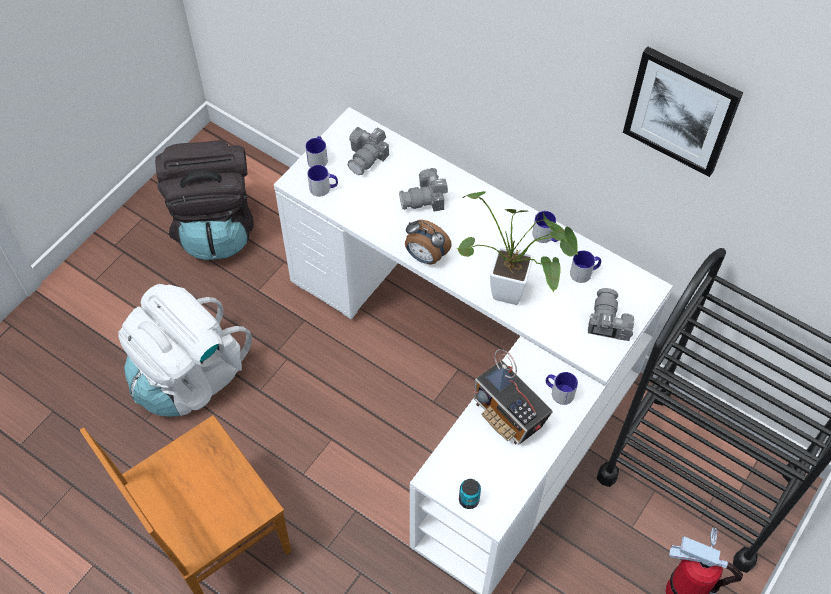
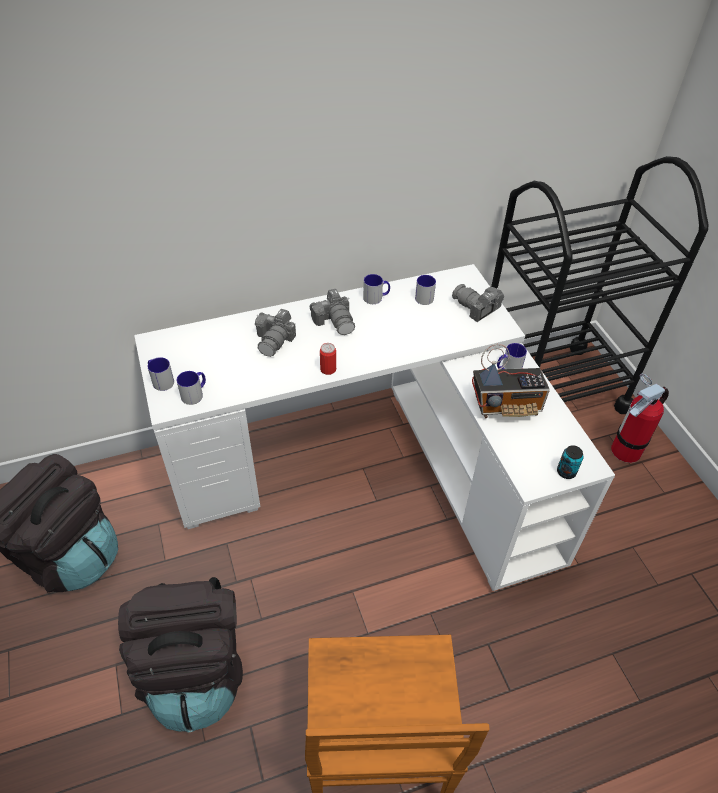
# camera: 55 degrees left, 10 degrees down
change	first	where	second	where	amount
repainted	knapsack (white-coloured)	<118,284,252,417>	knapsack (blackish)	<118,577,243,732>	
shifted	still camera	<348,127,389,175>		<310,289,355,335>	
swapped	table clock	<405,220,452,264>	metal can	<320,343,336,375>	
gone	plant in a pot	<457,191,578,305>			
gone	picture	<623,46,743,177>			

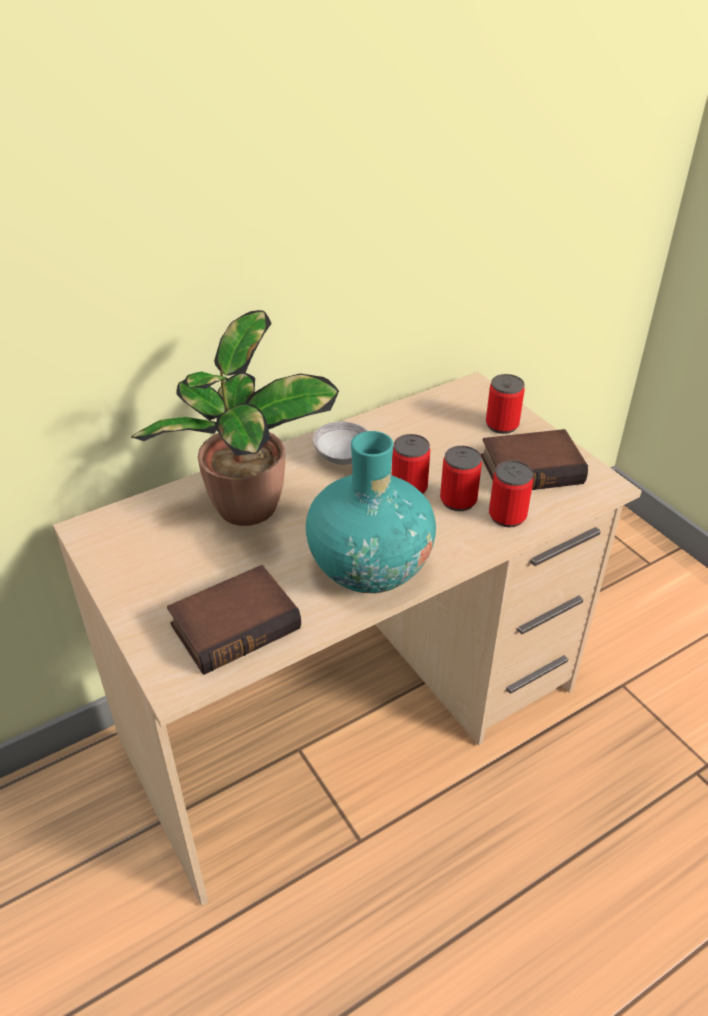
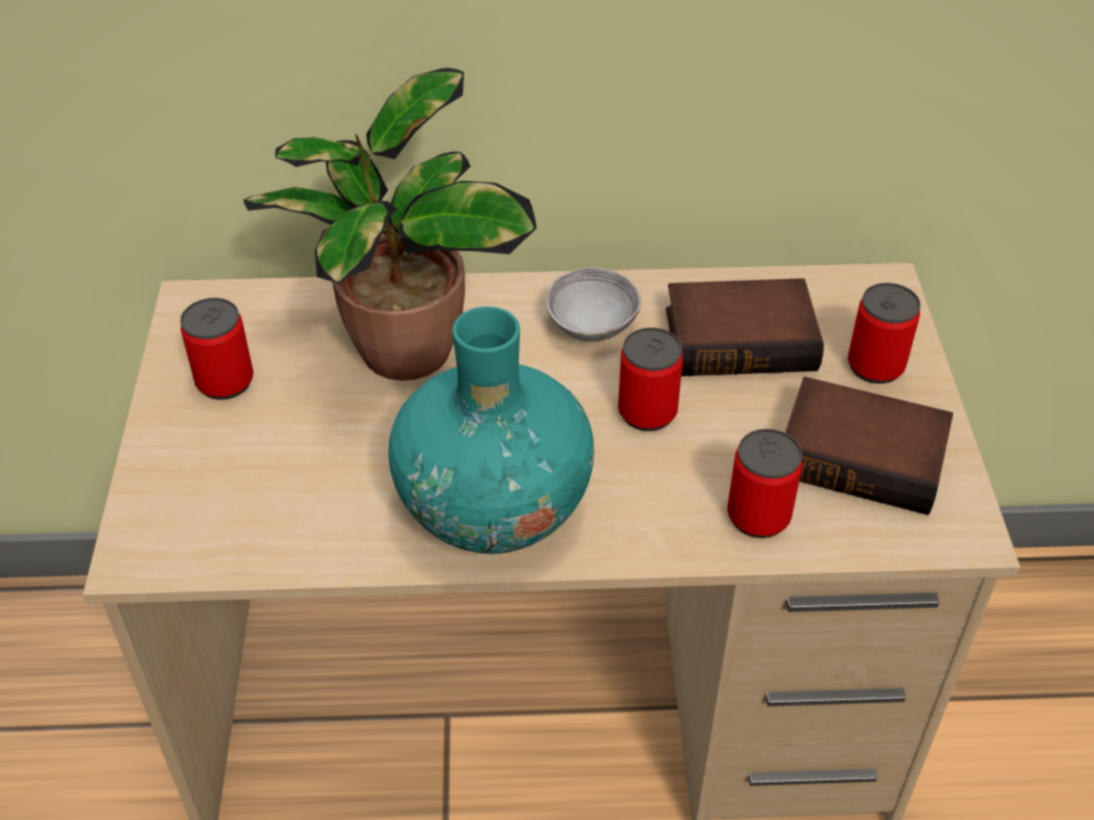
# camera: 30 degrees right, 5 degrees up
change	first	where	second	where	amount
shifted	volume	<167,565,301,675>		<666,278,824,376>	
shifted	metal can	<440,446,482,511>		<180,298,253,400>	

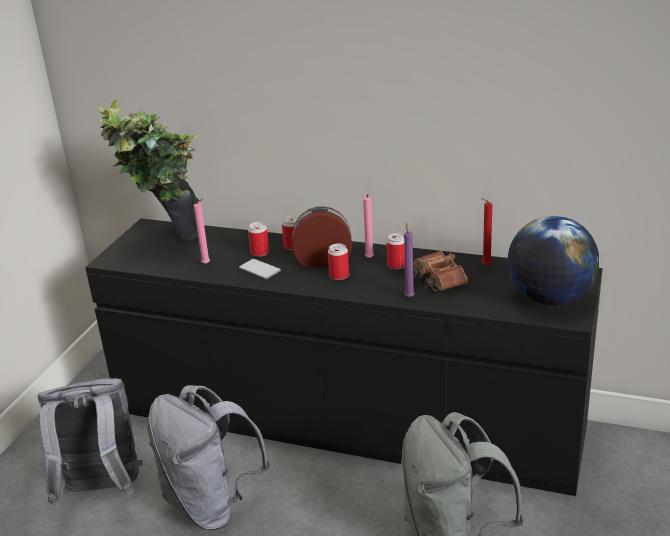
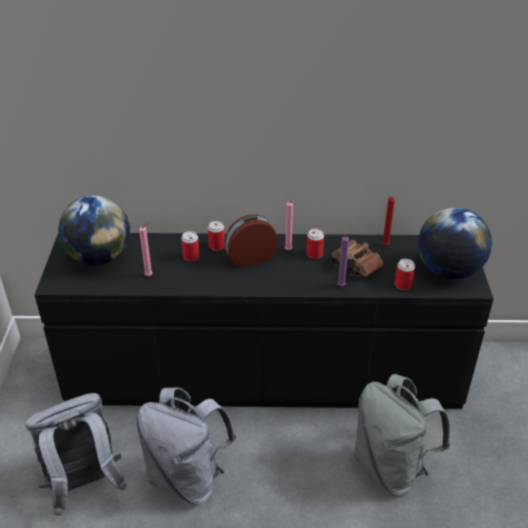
# camera: 20 degrees left, 10 degrees up
change	first	where	second	where	amount
swapped	plant in a pot	<97,99,199,241>	desk globe	<58,195,130,265>	
gone	telephone	<239,259,281,279>			
shifted	metal can	<328,243,349,280>		<395,259,415,290>	

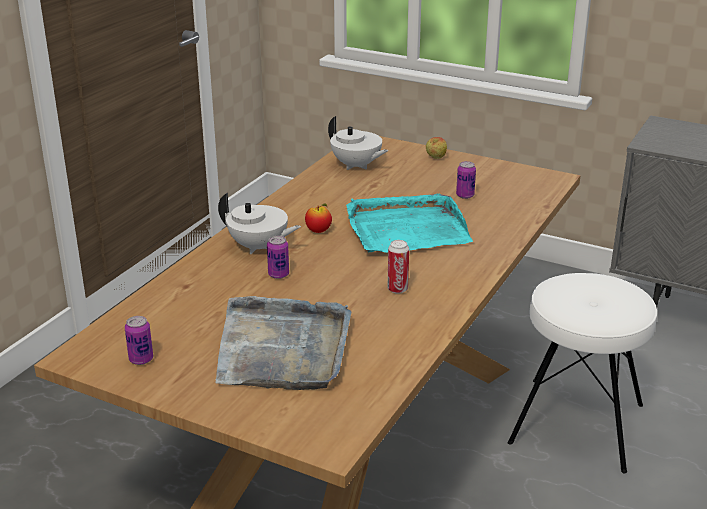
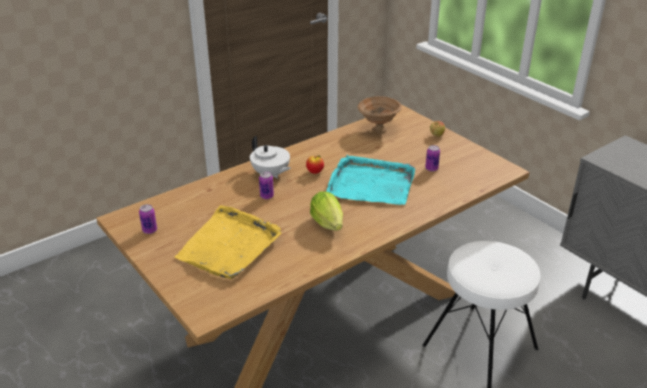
# camera: 25 degrees right, 5 degrees up
change	first	where	second	where	amount
repainted	serving tray (greyish)	<215,296,351,390>	serving tray (yellow)	<174,205,282,279>	
swapped	tea pot (white-coloured)	<328,116,389,170>	serving bowl (brown-coloured)	<358,96,402,133>	
swapped	metal can	<388,240,409,294>	lettuce	<310,192,343,231>	

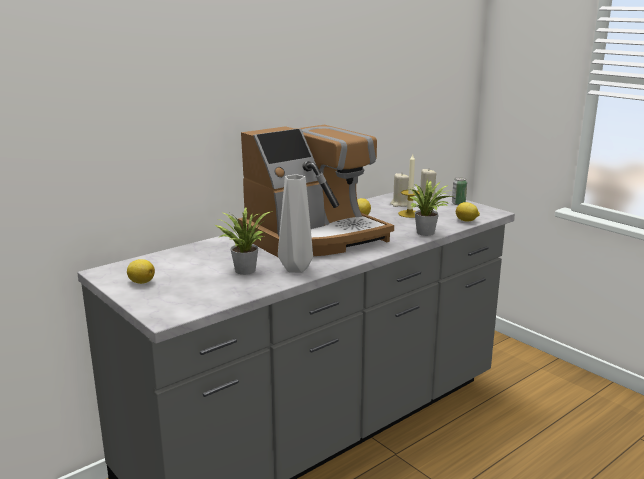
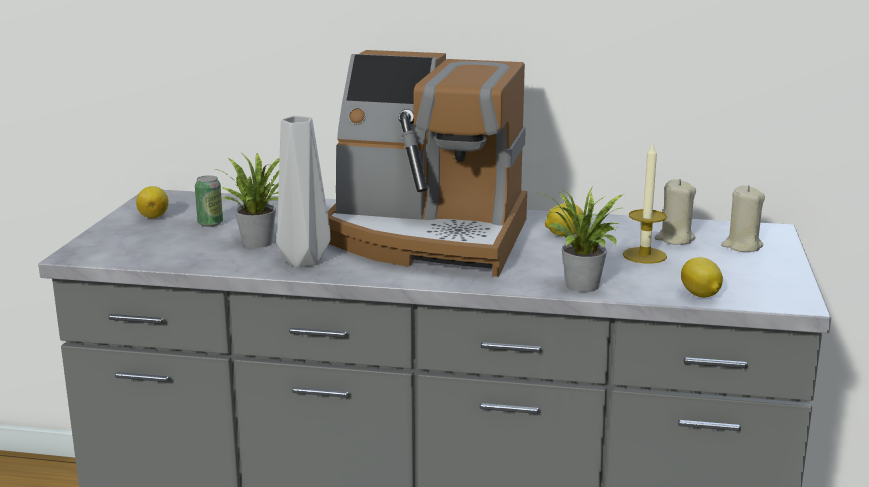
# camera: 50 degrees right, 0 degrees up
change	first	where	second	where	amount
shifted	metal can	<452,177,467,205>		<195,175,223,227>	

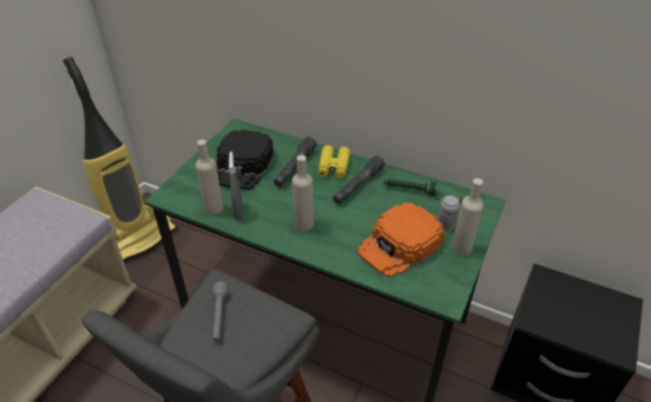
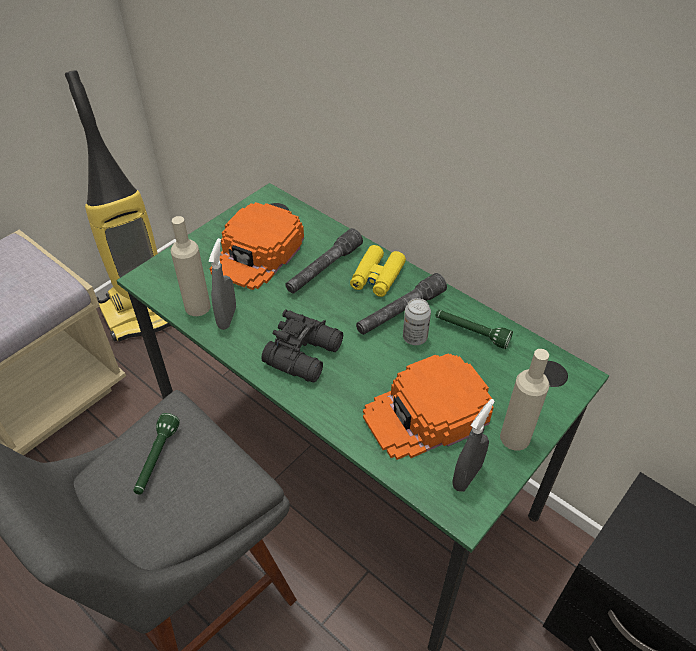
# camera: 15 degrees right, 5 degrees up
change	first	where	second	where	amount
repainted	torch (greyish)	<212,282,228,341>	torch (green-coloured)	<134,413,180,495>	
repainted	cap (blackish)	<216,130,274,190>	cap (orange-coloured)	<210,202,304,290>	
swapped	bottle (sand-coloured)	<292,155,314,231>	binoculars (blackish)	<262,309,343,382>	
shifted	metal can	<438,195,460,230>		<403,298,431,345>	
new			sprayer (greyish)	<452,399,495,492>	

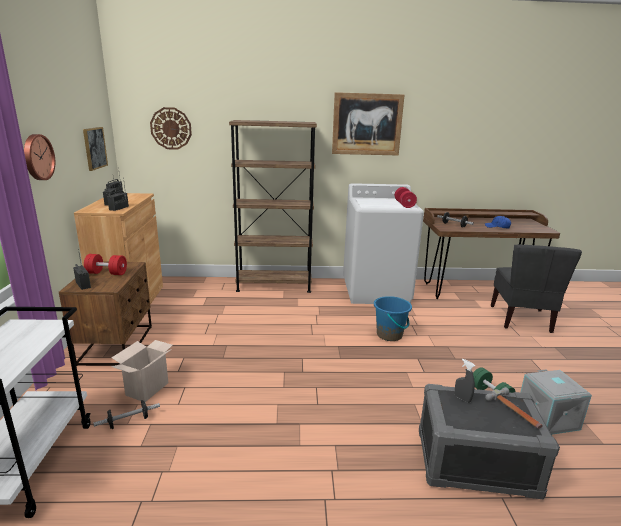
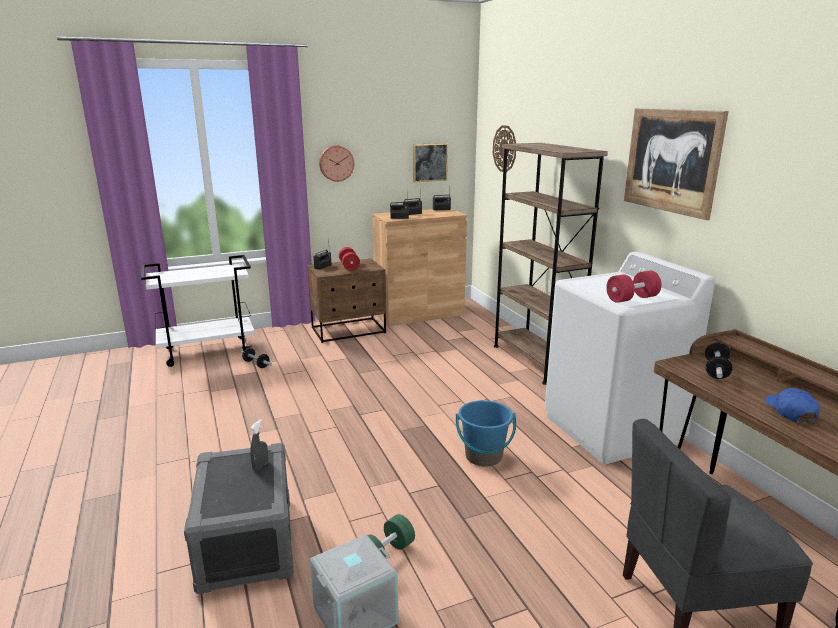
# camera: 70 degrees right, 0 degrees up
change	first	where	second	where	amount
gone	carton	<111,340,173,402>			
gone	hand hammer	<485,387,543,429>			

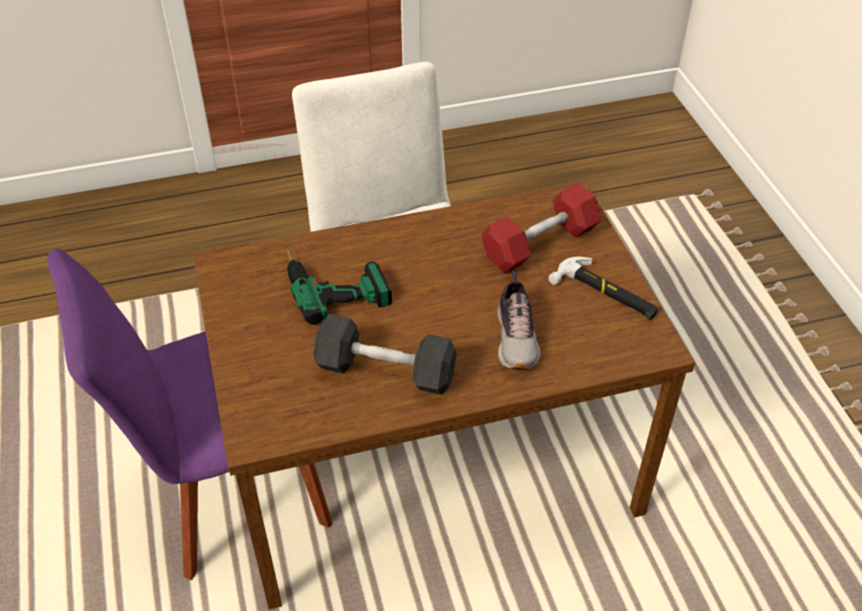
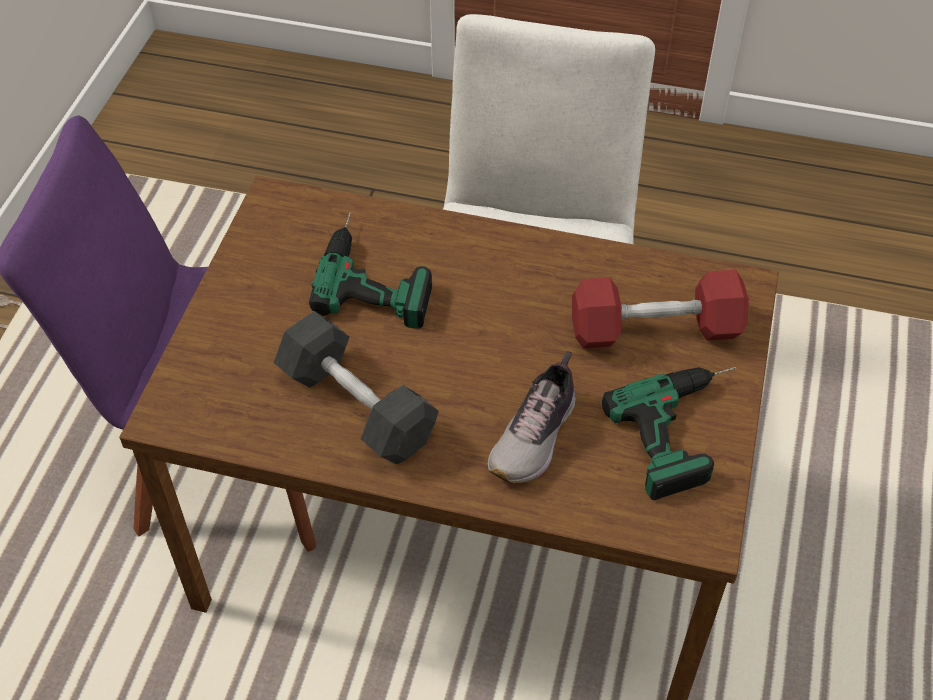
# camera: 30 degrees right, 5 degrees up
change	first	where	second	where	amount
swapped	hand hammer	<548,257,658,320>	drill	<602,367,737,501>	

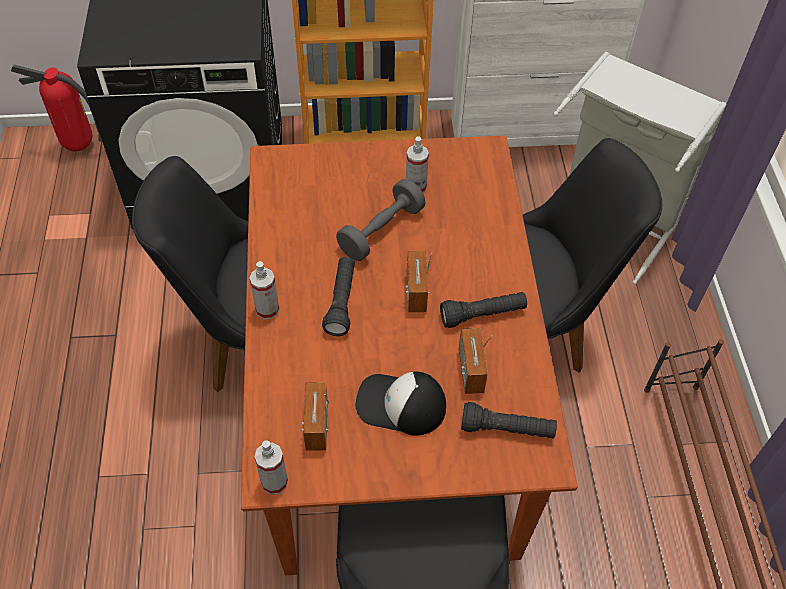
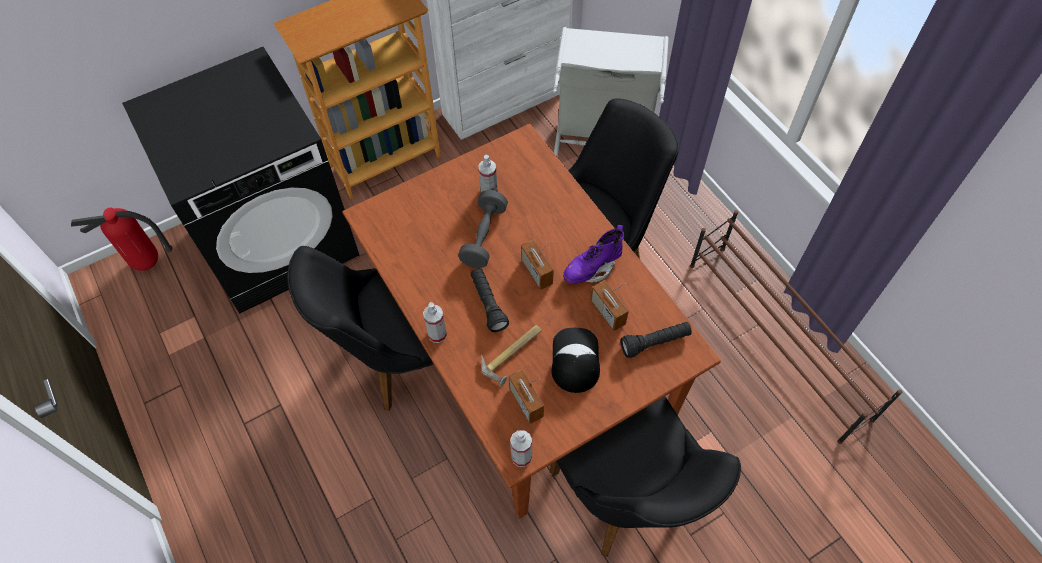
# camera: 25 degrees left, 5 degrees up
change	first	where	second	where	amount
rotated	cap	<356,372,446,436>		<551,328,600,393>	105 degrees clockwise
swapped	torch (blackish)	<440,292,527,328>	tall boot (purplish)	<563,225,624,284>	
new			hand hammer	<481,325,542,387>	

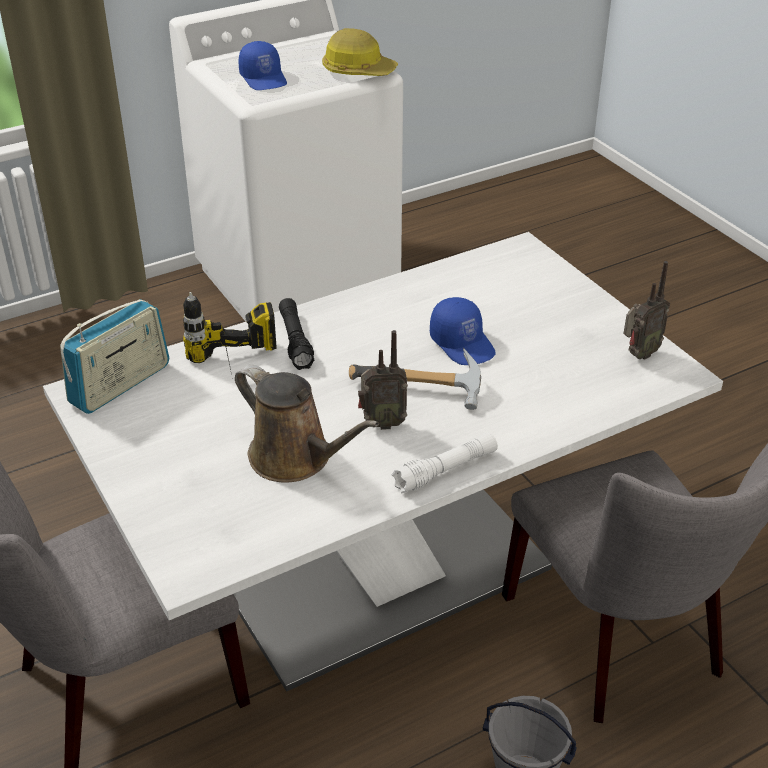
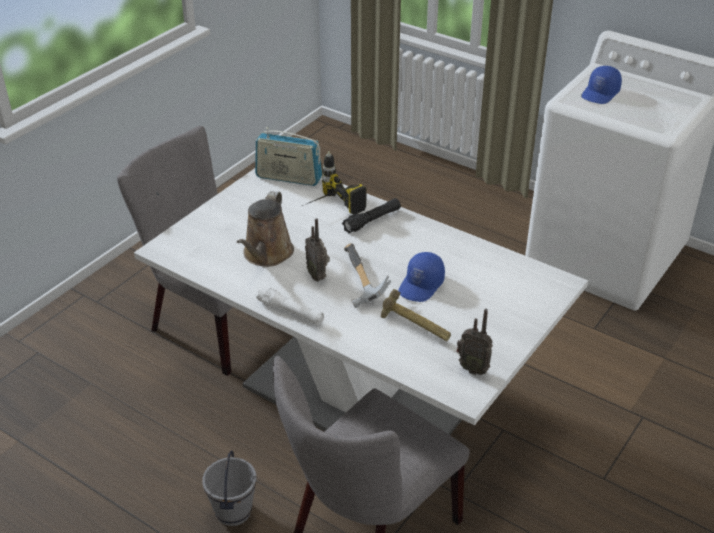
# camera: 65 degrees right, 0 degrees up
change	first	where	second	where	amount
gone	work helmet	<322,28,398,76>			
new			hand hammer	<381,289,451,341>	

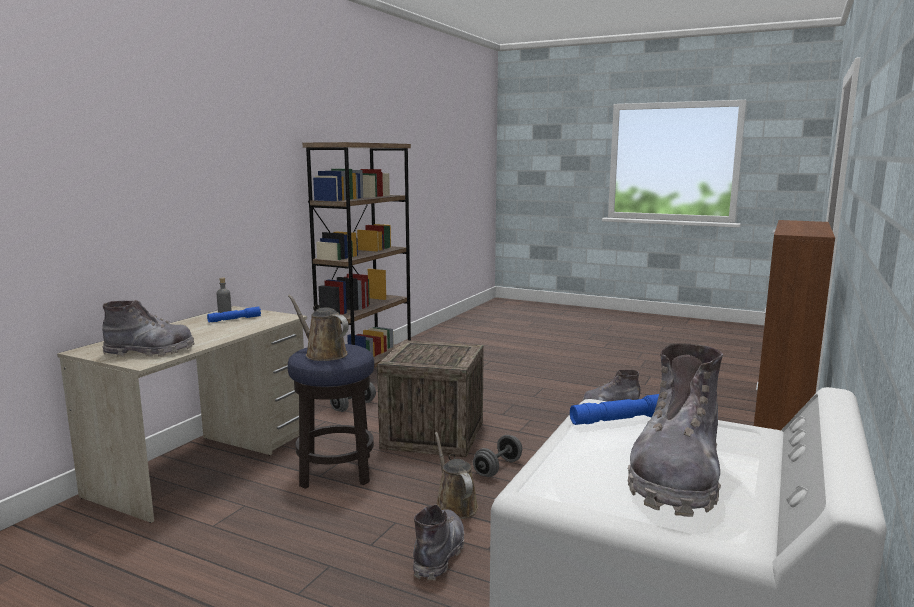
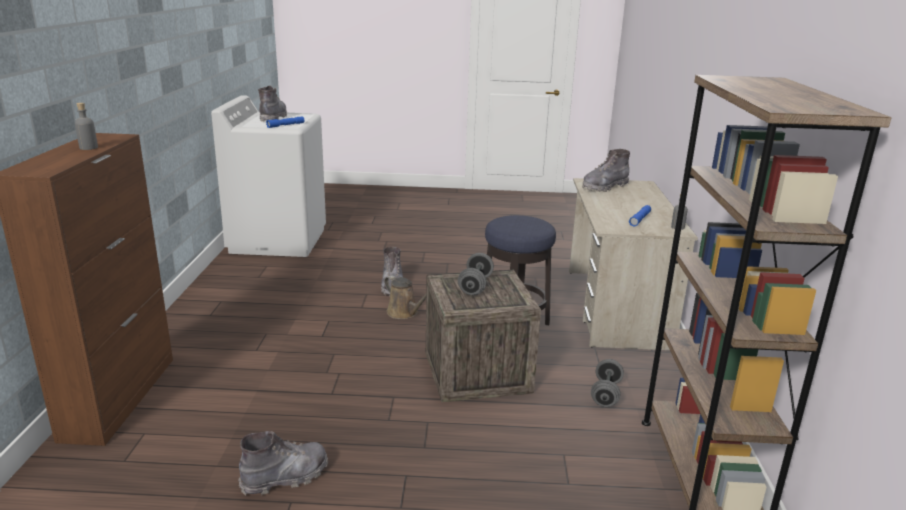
# camera: 155 degrees right, 10 degrees up
change	first	where	second	where	amount
gone	watering pot (brown-coloured)	<288,295,349,361>			
shifted	dumbbell (greyish)	<473,435,522,477>		<458,253,494,295>	
new			bottle (greyish)	<75,103,98,150>	

